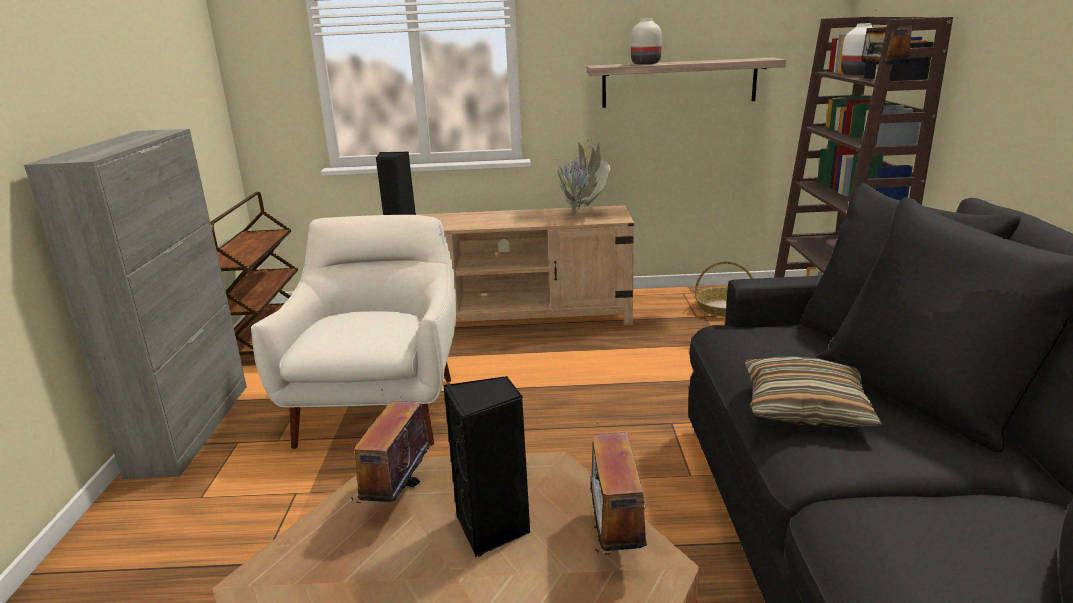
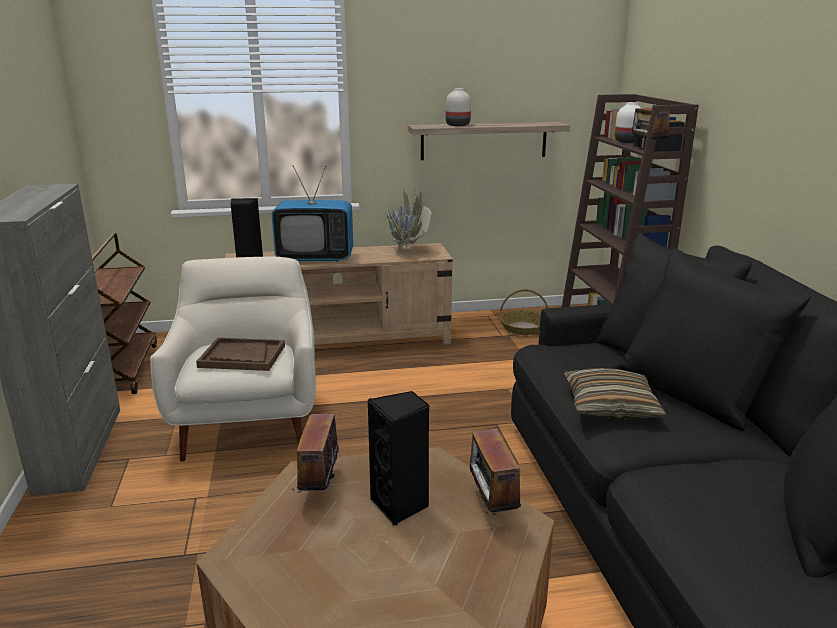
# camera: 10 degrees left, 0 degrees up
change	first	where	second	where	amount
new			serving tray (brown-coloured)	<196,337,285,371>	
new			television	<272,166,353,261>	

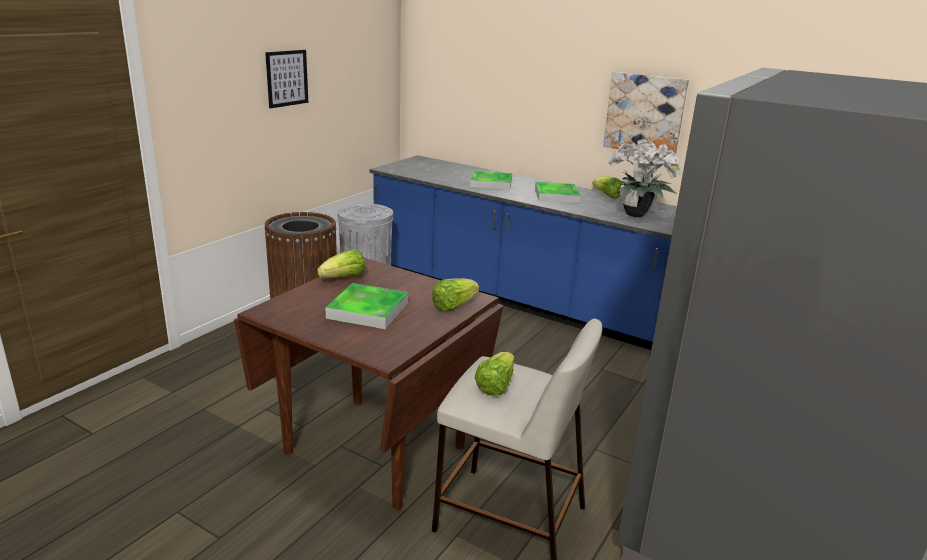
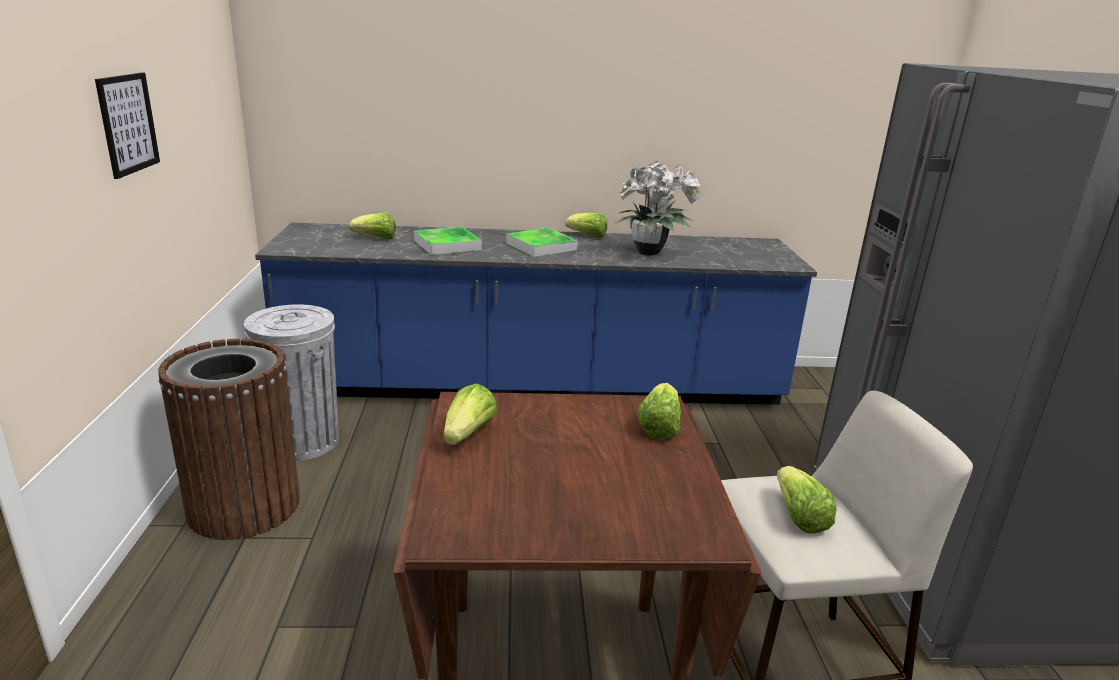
# camera: 35 degrees left, 0 degrees up
change	first	where	second	where	amount
gone	serving tray	<325,283,408,329>			
gone	picture	<603,72,689,154>			
new			lettuce	<349,213,396,239>	

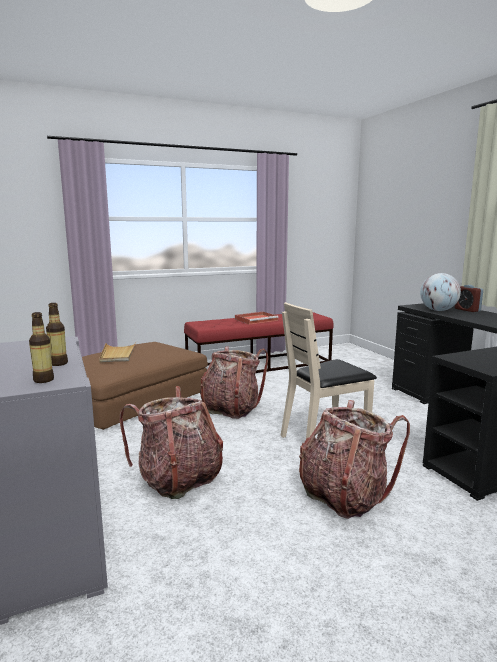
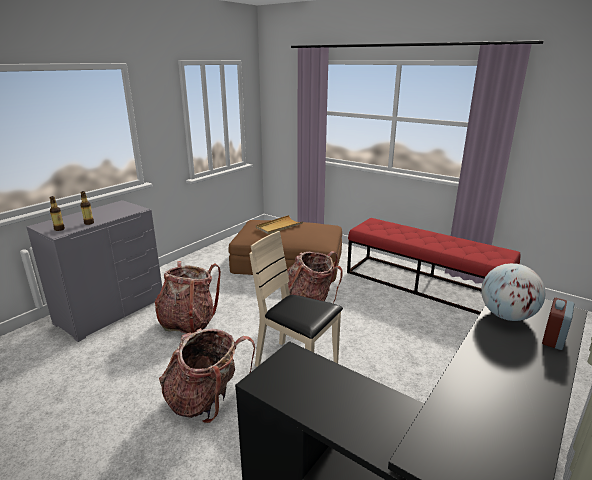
# camera: 60 degrees right, 10 degrees up
change	first	where	second	where	amount
gone	serving tray (red)	<235,312,279,324>			

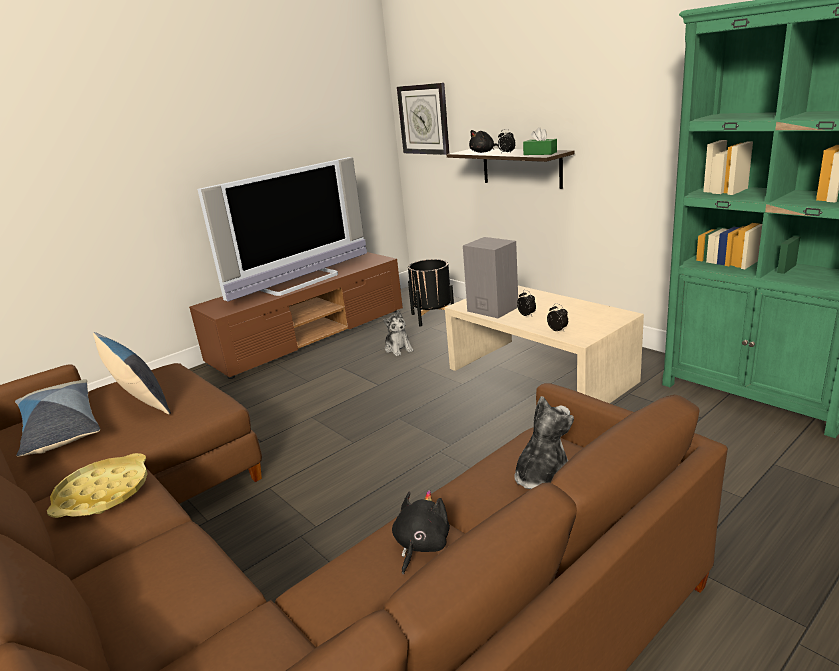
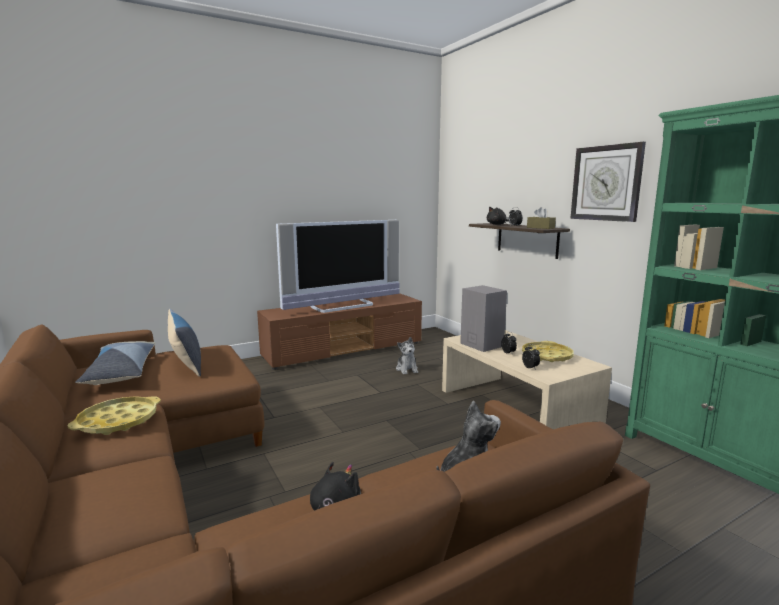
# camera: 10 degrees right, 10 degrees down
change	first	where	second	where	amount
shifted	clock on the wall	<397,83,450,155>		<570,142,646,222>	
gone	flower pot (blackish)	<408,259,454,327>			
repainted	box of tissues (green-coloured)	<523,127,557,155>	box of tissues (brown-coloured)	<527,207,556,229>	
new			serving tray (yellow)	<522,341,574,362>	

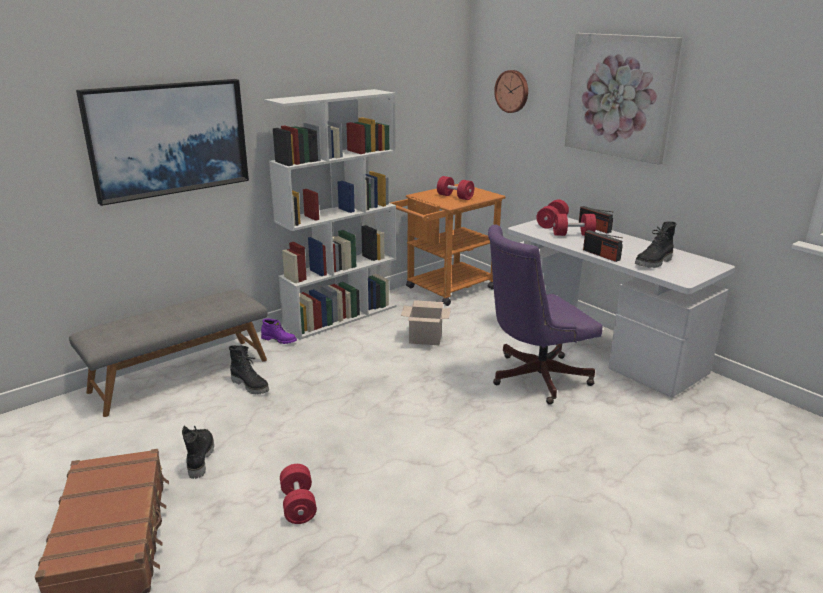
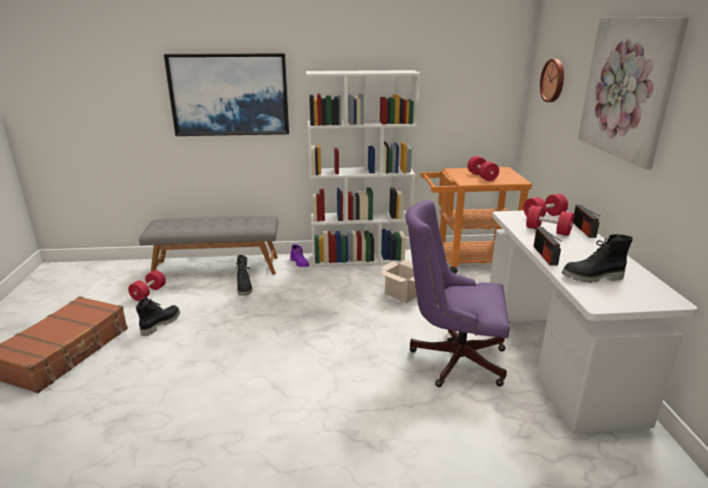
# camera: 35 degrees right, 0 degrees up
change	first	where	second	where	amount
shifted	dumbbell (red)	<280,464,317,524>		<128,270,166,301>	

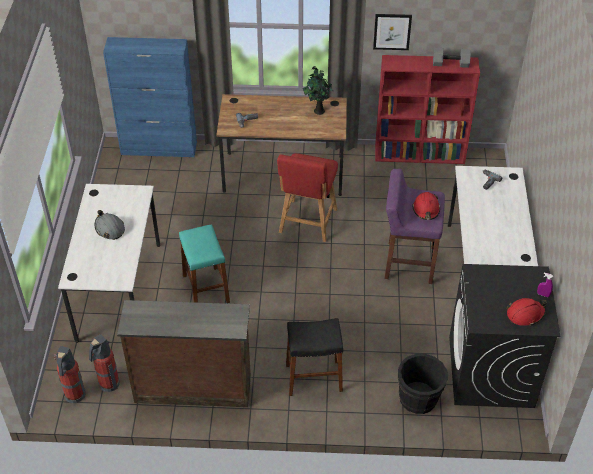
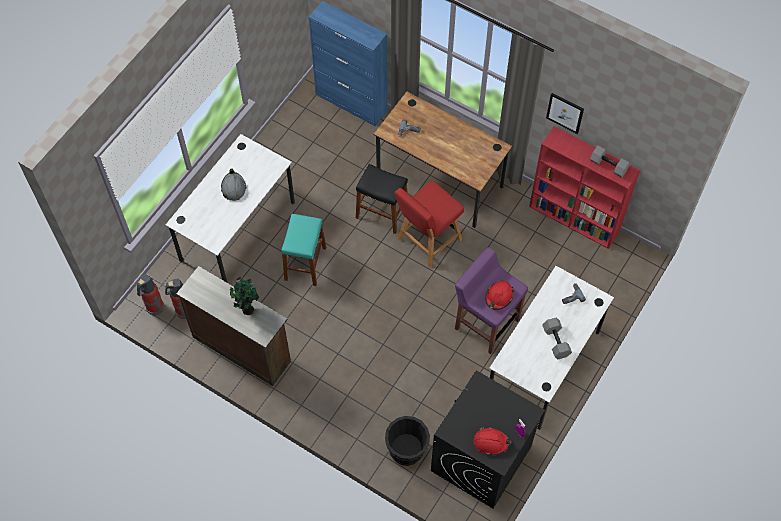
# camera: 30 degrees right, 15 degrees up
change	first	where	second	where	amount
shifted	stool seat (blackish)	<286,318,343,396>		<356,164,408,234>	
shifted	plant in a pot	<303,66,333,115>		<230,276,259,315>	
new			dumbbell (greyish)	<542,318,572,359>	

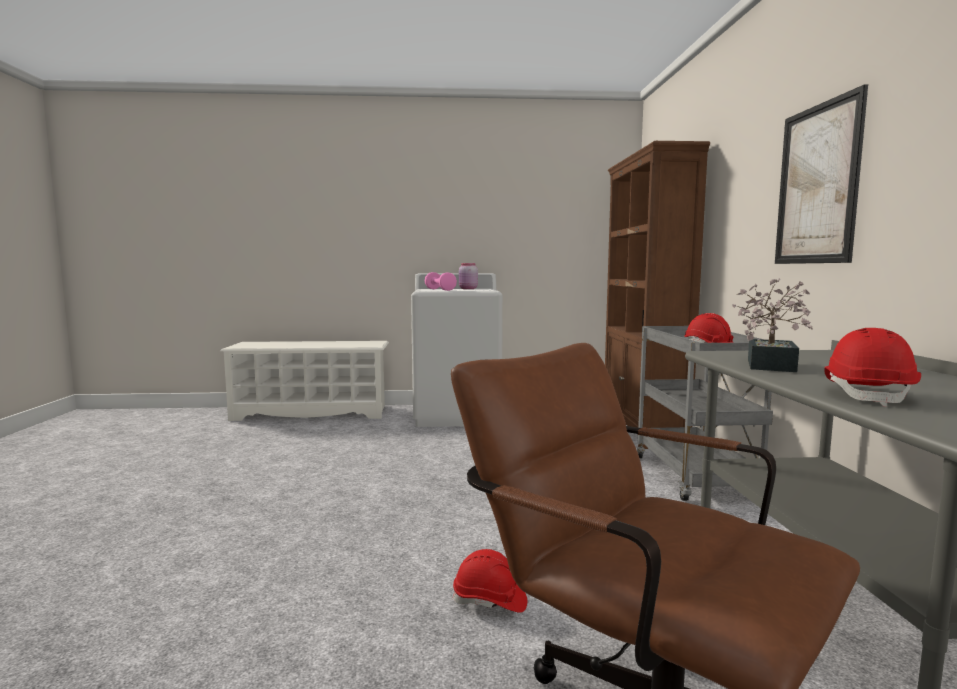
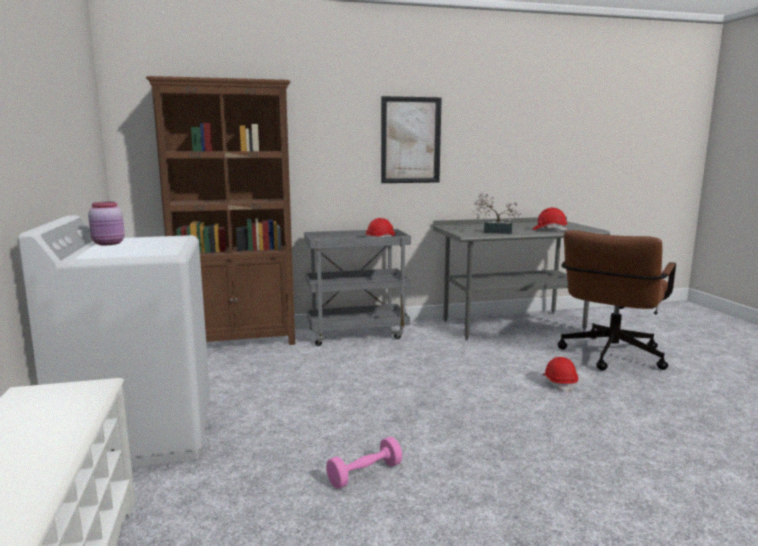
# camera: 100 degrees left, 5 degrees up
change	first	where	second	where	amount
shifted	dumbbell (pink-coloured)	<425,272,457,291>		<326,436,402,489>	

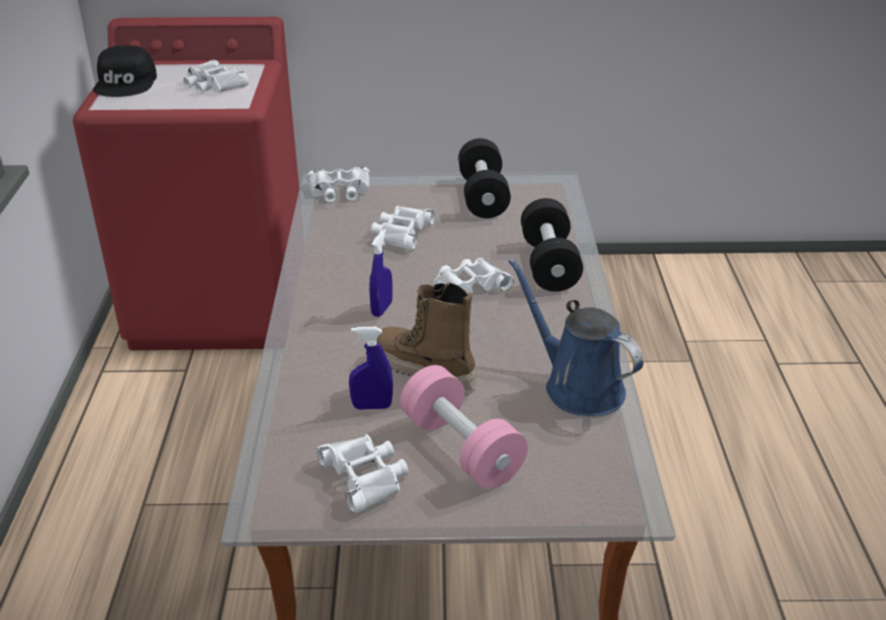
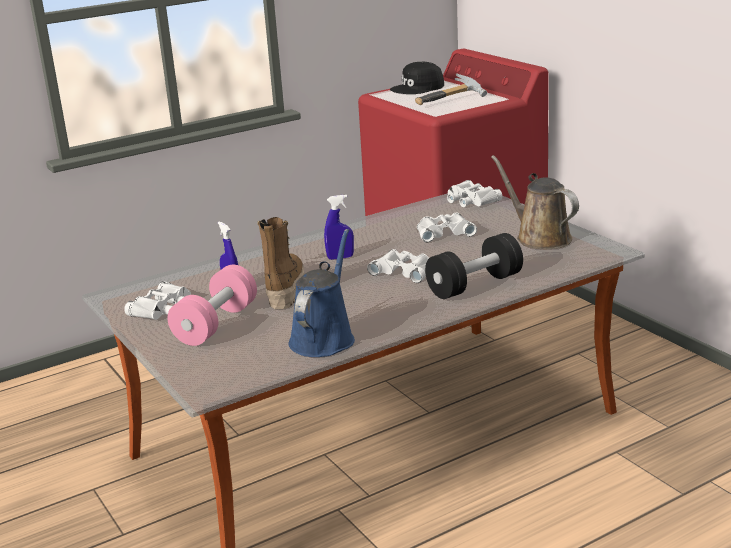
# camera: 60 degrees right, 10 degrees down
change	first	where	second	where	amount
swapped	binoculars (white-coloured)	<183,59,249,94>	hand hammer	<415,73,487,105>	
swapped	dumbbell (blackish)	<458,138,511,218>	watering pot (brown-coloured)	<491,155,579,249>	

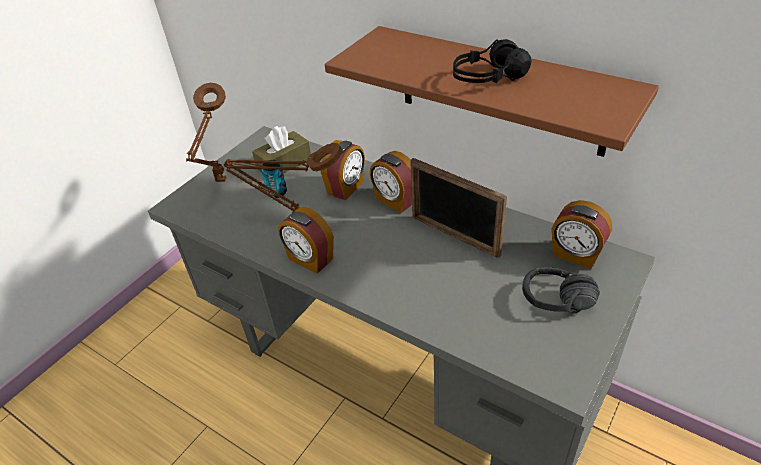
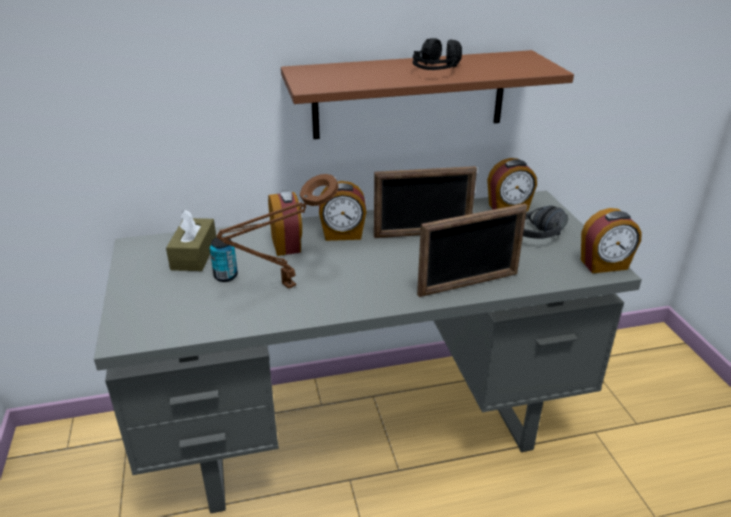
# camera: 50 degrees left, 10 degrees down
change	first	where	second	where	amount
gone	table lamp (brown-coloured)	<186,83,226,182>			
shifted	table clock	<278,207,334,274>		<581,208,642,274>	
new			picture frame	<417,204,527,297>	

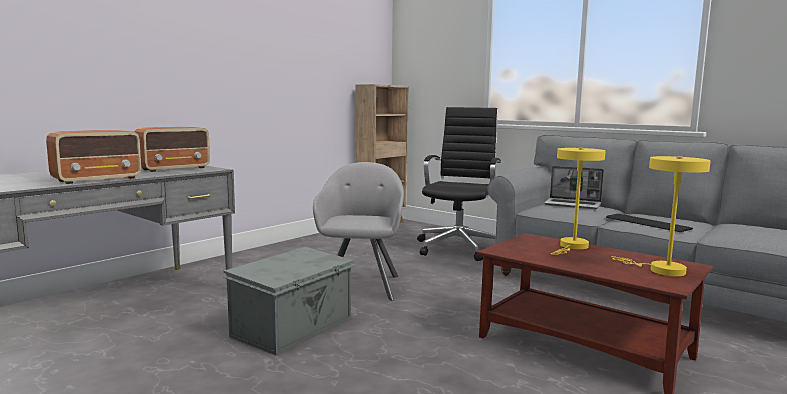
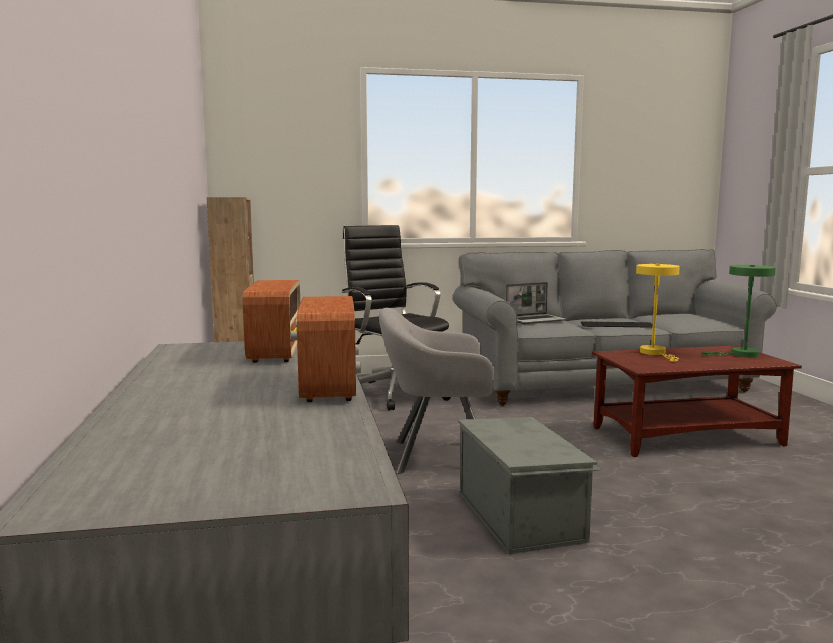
# camera: 50 degrees left, 0 degrees up
change	first	where	second	where	amount
rotated	easy chair (greyish)	<313,162,404,301>		<379,308,494,474>	45 degrees counterclockwise
repainted	table lamp (yellow)	<611,156,710,276>	table lamp (green-coloured)	<701,265,776,357>	

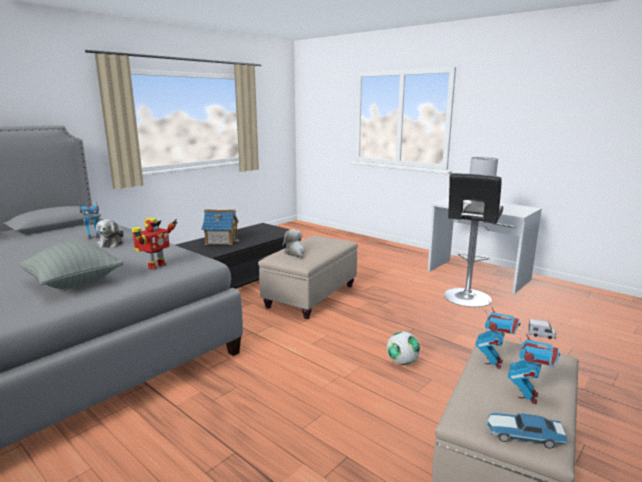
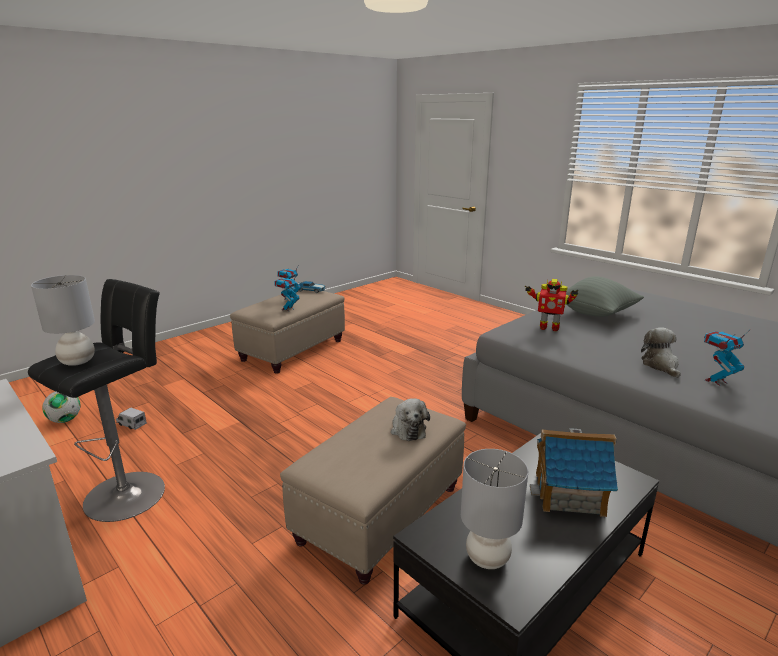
# camera: 175 degrees left, 5 degrees up
change	first	where	second	where	amount
rotated	robot figure	<132,218,178,270>		<525,279,578,331>	105 degrees counterclockwise
shifted	football	<387,331,420,365>		<42,391,81,423>	
new			table lamp (greyish)	<461,449,528,569>	

